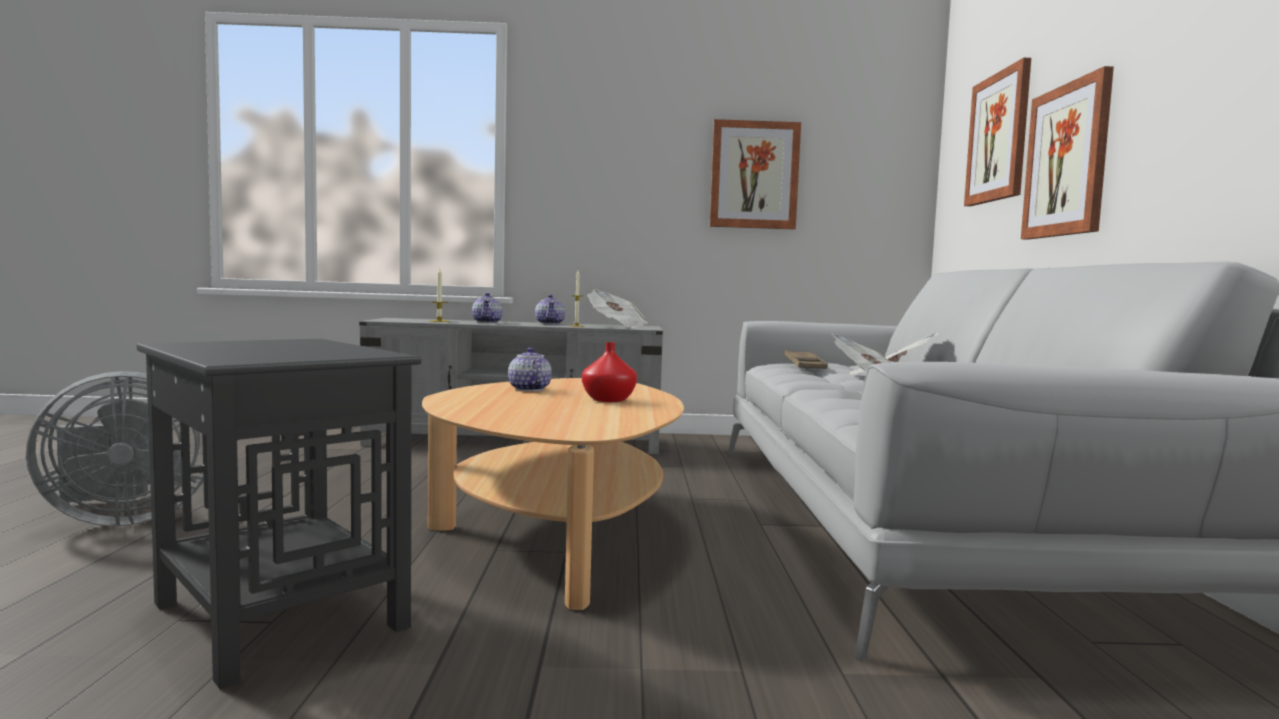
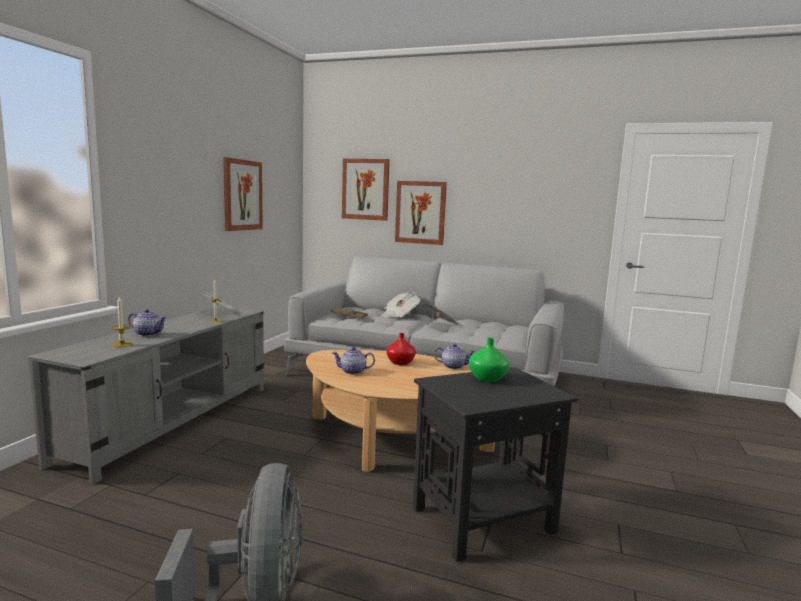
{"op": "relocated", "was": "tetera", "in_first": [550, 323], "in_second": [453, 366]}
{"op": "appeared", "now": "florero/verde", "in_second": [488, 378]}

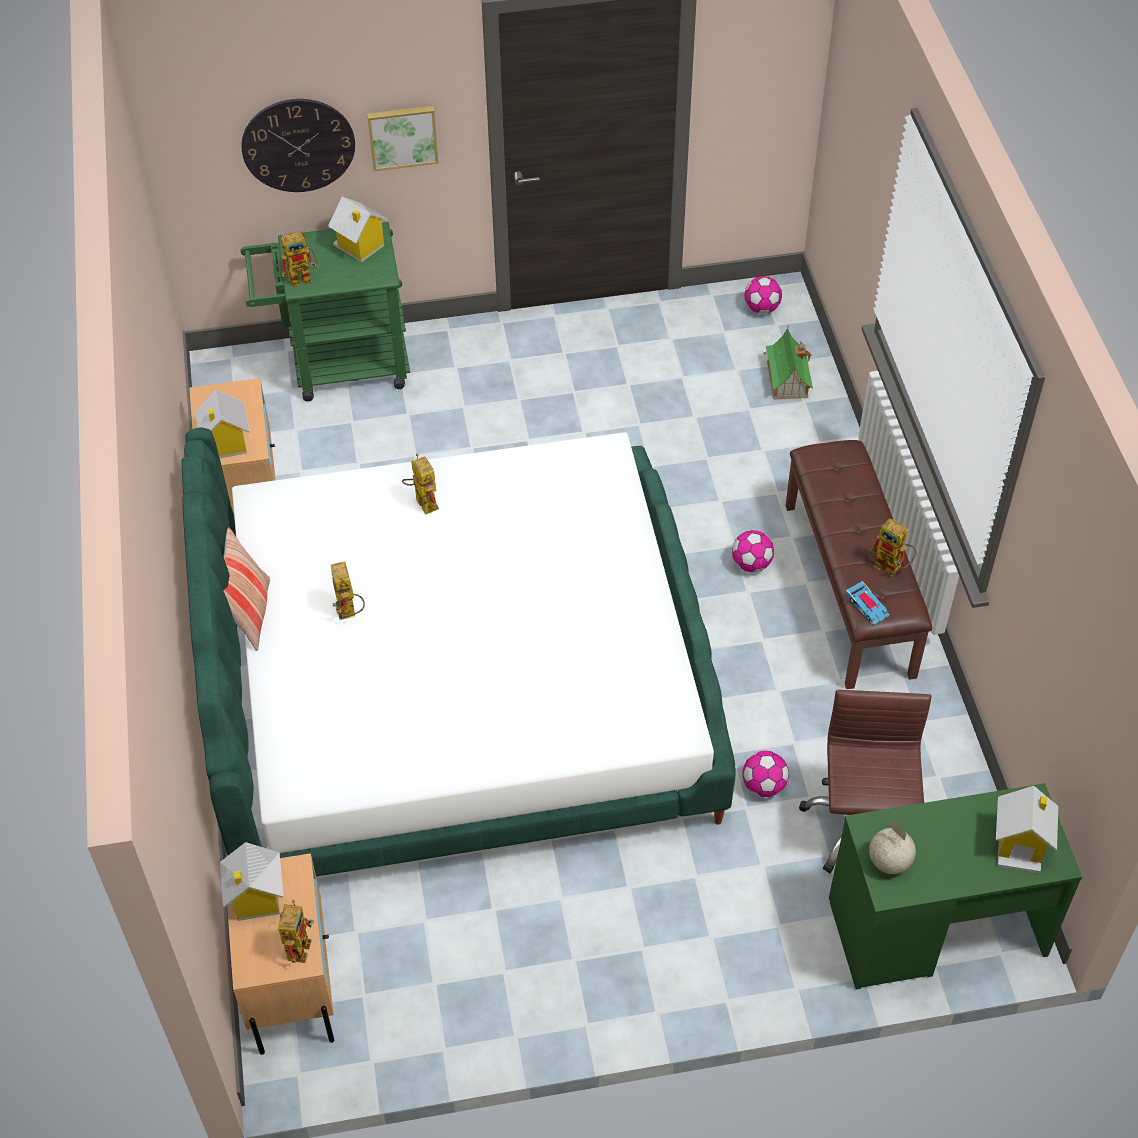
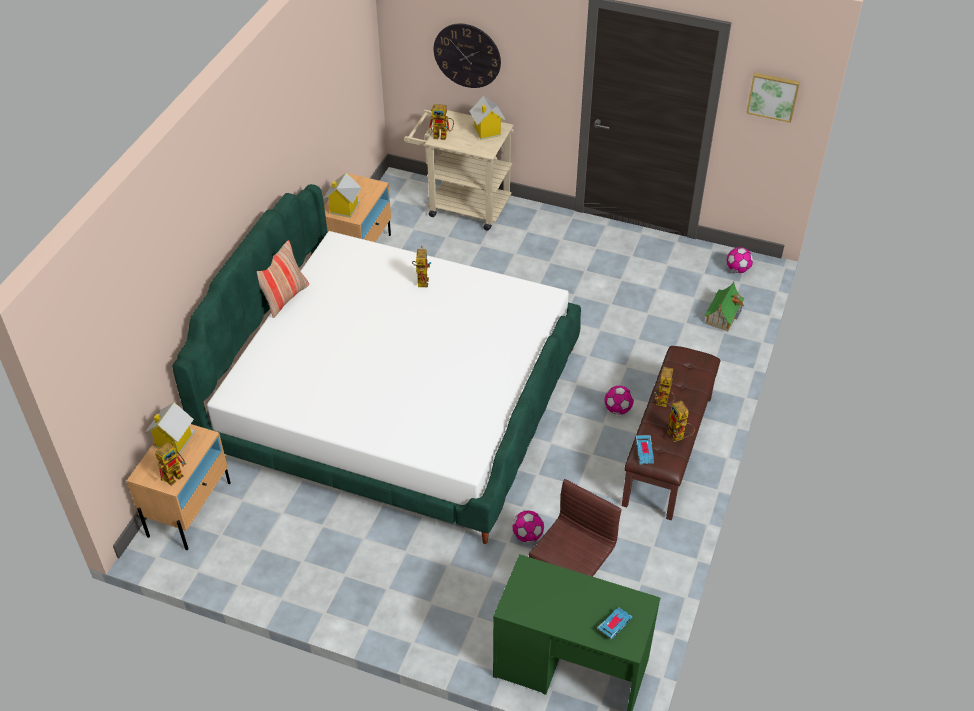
{"op": "colour", "was": "carrito/verde", "now": "carrito/beis", "in_first": [338, 366], "in_second": [461, 205]}
{"op": "exchanged", "was": "casita", "now": "coche de juguete", "in_first": [1020, 845], "in_second": [614, 624]}
{"op": "relocated", "was": "robot de juguete", "in_first": [349, 613], "in_second": [663, 403]}
{"op": "relocated", "was": "cuadro", "in_first": [402, 136], "in_second": [773, 96]}
{"op": "missing", "was": "globo terráqueo", "in_first": [889, 863]}

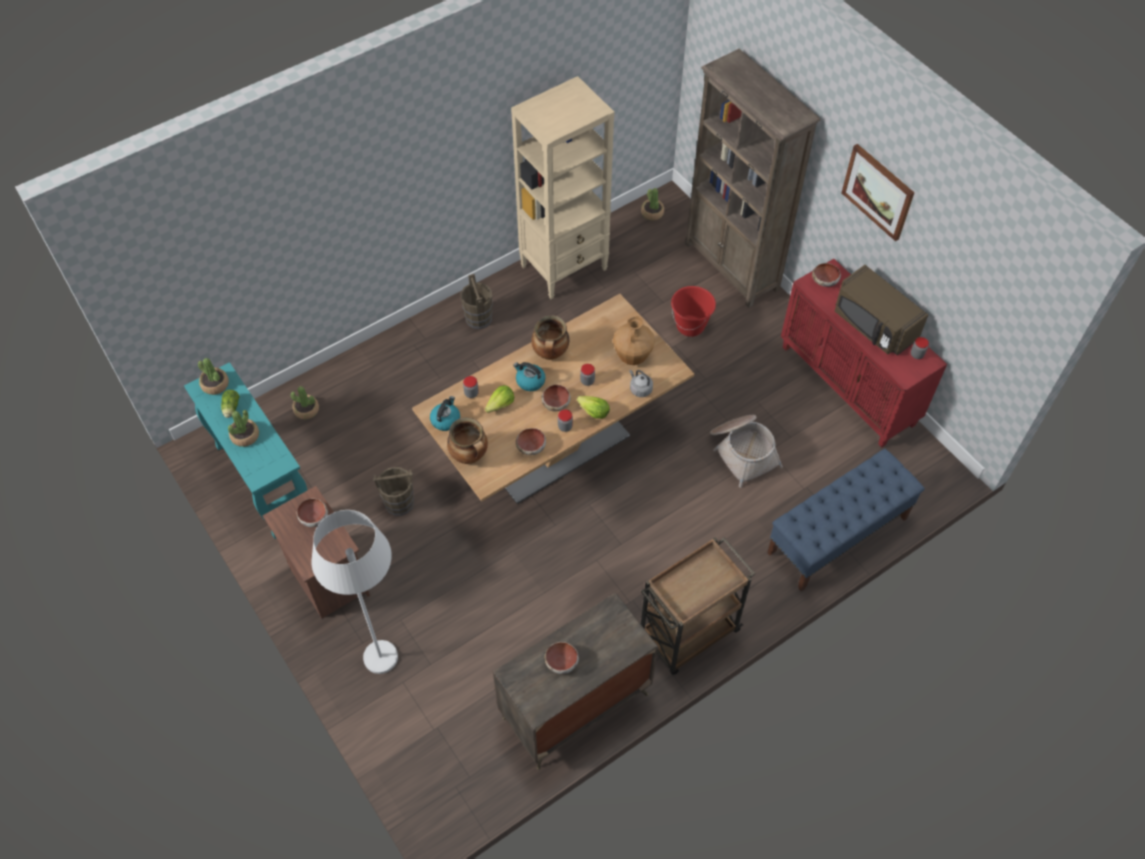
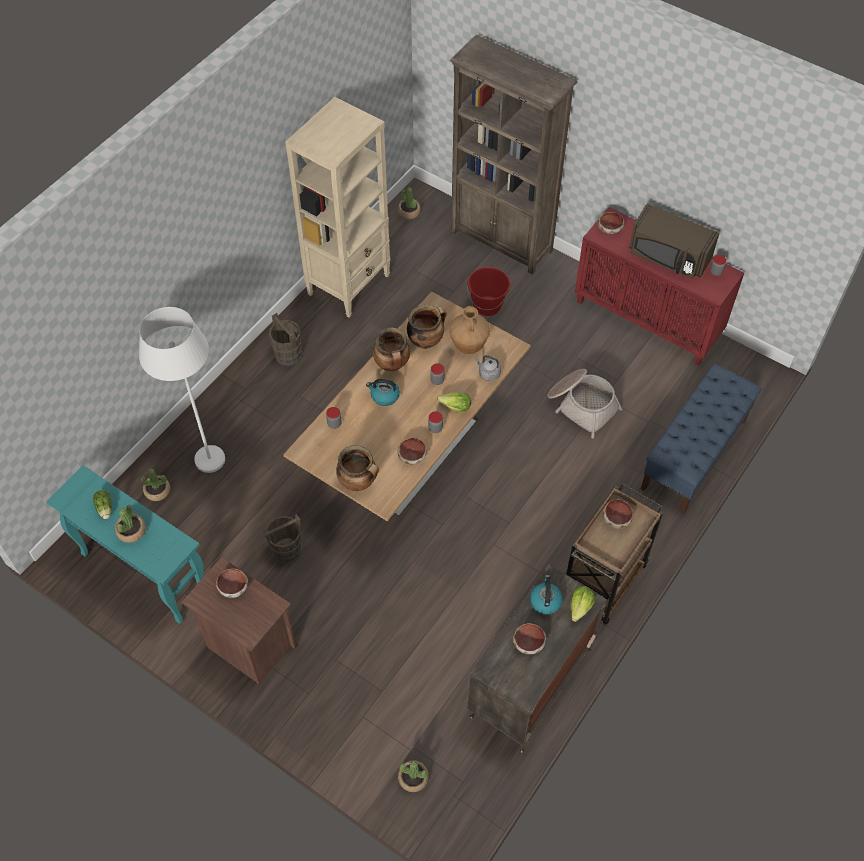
{"op": "relocated", "was": "lámpara de pie/blanco", "in_first": [378, 640], "in_second": [202, 447]}
{"op": "relocated", "was": "planta en maceta", "in_first": [215, 384], "in_second": [413, 778]}
{"op": "appeared", "now": "olla", "in_second": [426, 340]}
{"op": "relocated", "was": "hervidor", "in_first": [445, 420], "in_second": [545, 601]}
{"op": "relocated", "was": "lechuga", "in_first": [500, 405], "in_second": [580, 607]}
{"op": "relocated", "was": "cuenco", "in_first": [556, 403], "in_second": [616, 518]}
{"op": "missing", "was": "cuadro", "in_first": [878, 191]}

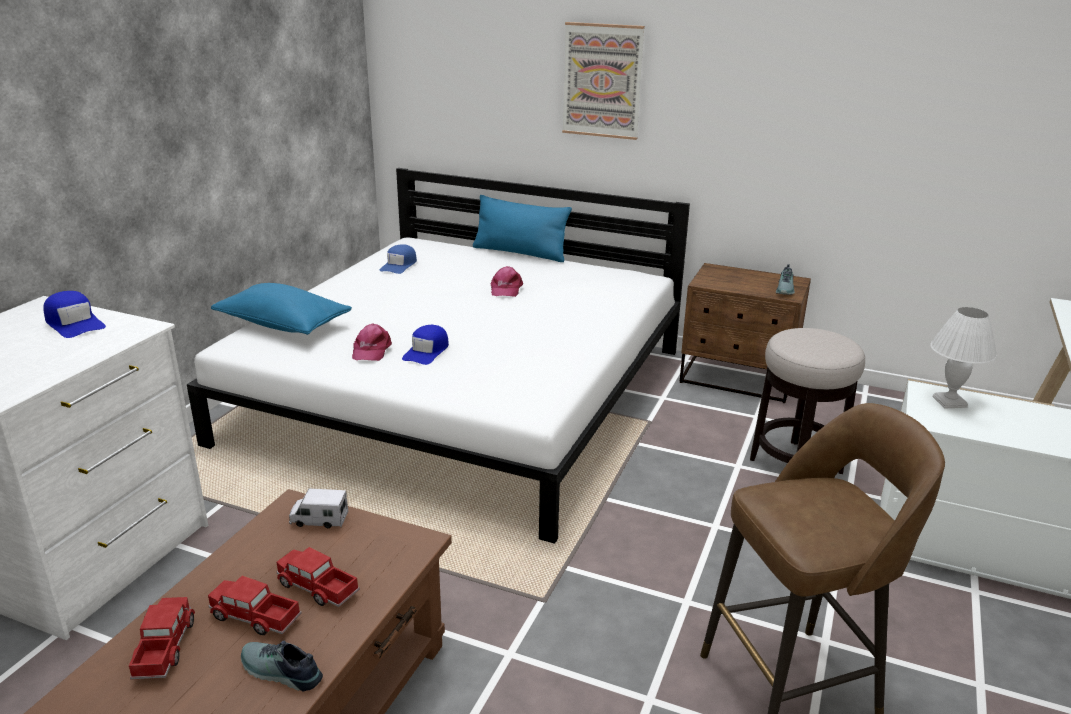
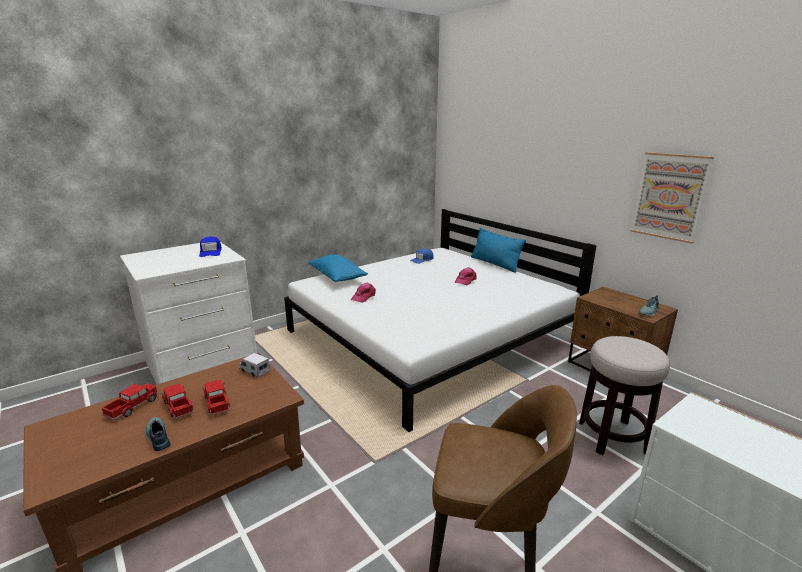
{"op": "relocated", "was": "cuadro", "in_first": [602, 81], "in_second": [669, 196]}
{"op": "missing", "was": "gorra/azul", "in_first": [427, 351]}
{"op": "missing", "was": "lámpara de mesa/blanco", "in_first": [949, 402]}

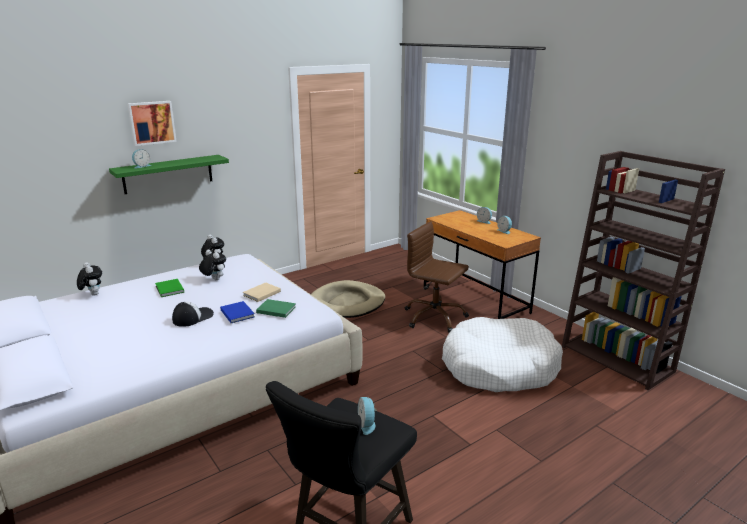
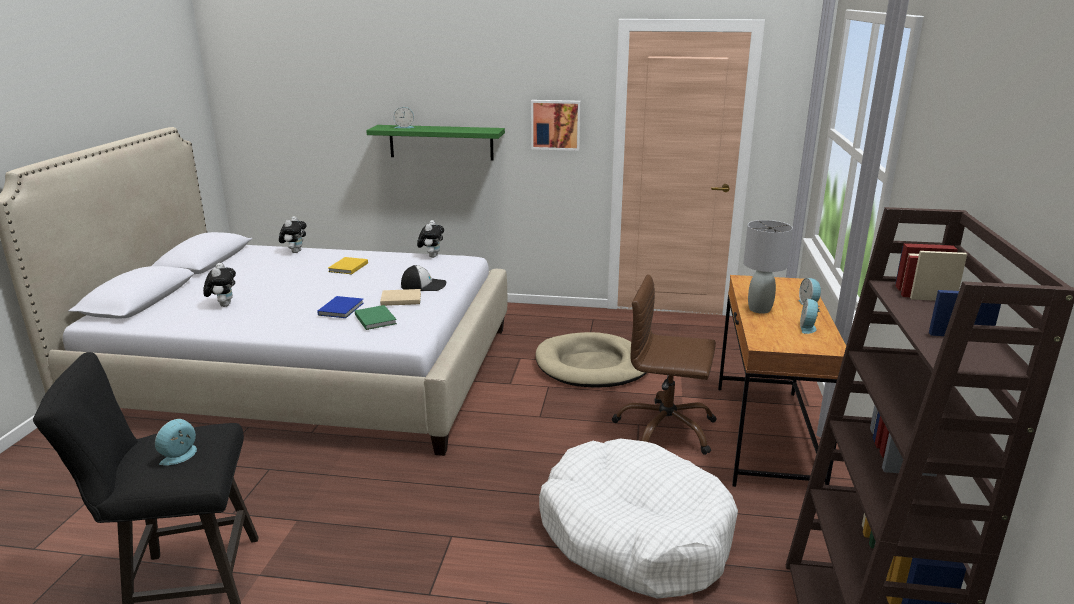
{"op": "relocated", "was": "peluche", "in_first": [214, 279], "in_second": [223, 305]}
{"op": "colour", "was": "libro/verde", "now": "libro/amarillo", "in_first": [169, 289], "in_second": [347, 267]}
{"op": "relocated", "was": "gorra", "in_first": [193, 317], "in_second": [424, 285]}
{"op": "relocated", "was": "cuadro", "in_first": [151, 122], "in_second": [556, 124]}
{"op": "spun", "was": "silla de oficina/marrón", "in_first": [434, 317], "in_second": [665, 430], "clockwise": -60}
{"op": "appeared", "now": "lámpara de mesa/gris", "in_second": [759, 309]}

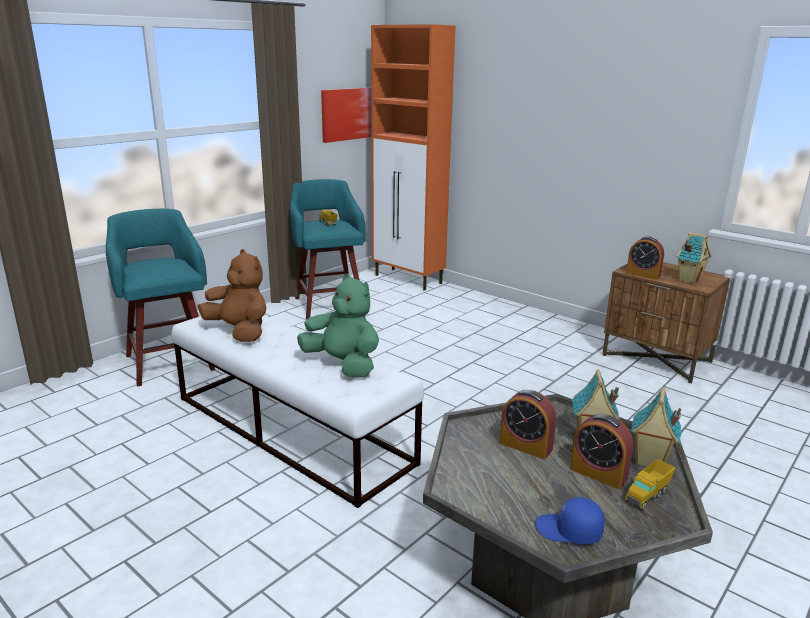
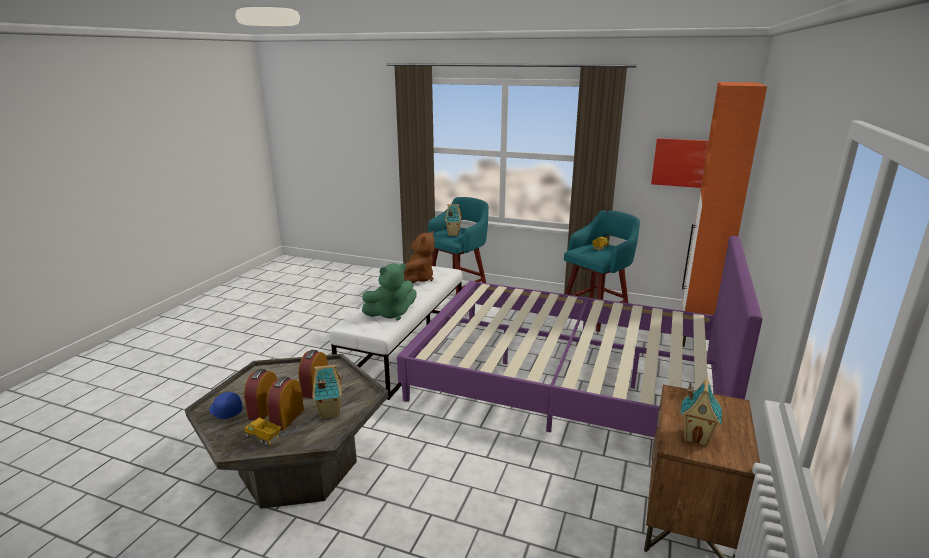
{"op": "spun", "was": "gorra/azul", "in_first": [568, 531], "in_second": [225, 411], "clockwise": -45}
{"op": "relocated", "was": "despertador", "in_first": [643, 274], "in_second": [264, 409]}
{"op": "spun", "was": "peluche/verde", "in_first": [343, 365], "in_second": [391, 314], "clockwise": 45}
{"op": "appeared", "now": "cama/morado", "in_second": [568, 379]}
{"op": "relocated", "was": "casita", "in_first": [649, 461], "in_second": [453, 234]}

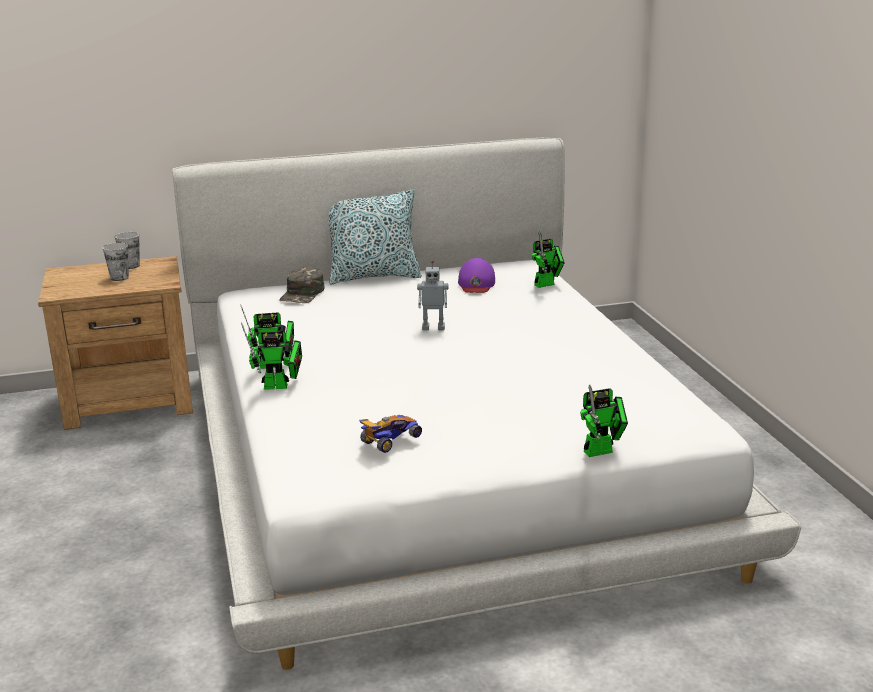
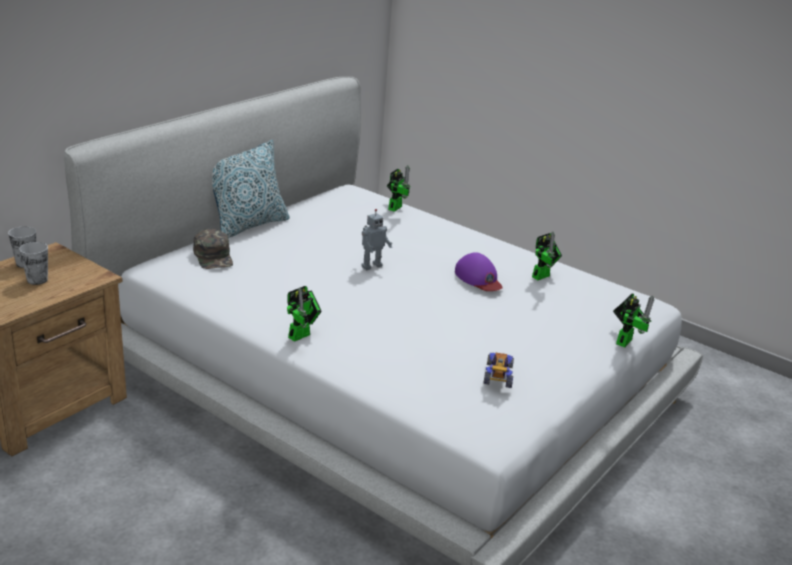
{"op": "relocated", "was": "gorra/morado", "in_first": [476, 284], "in_second": [478, 278]}
{"op": "relocated", "was": "robot de juguete", "in_first": [279, 386], "in_second": [542, 275]}

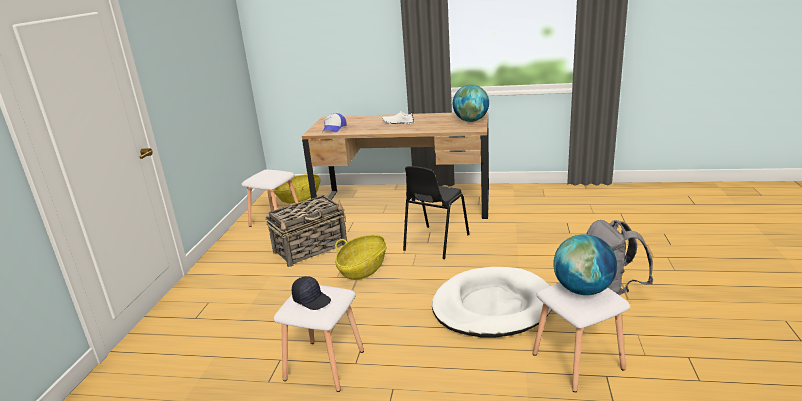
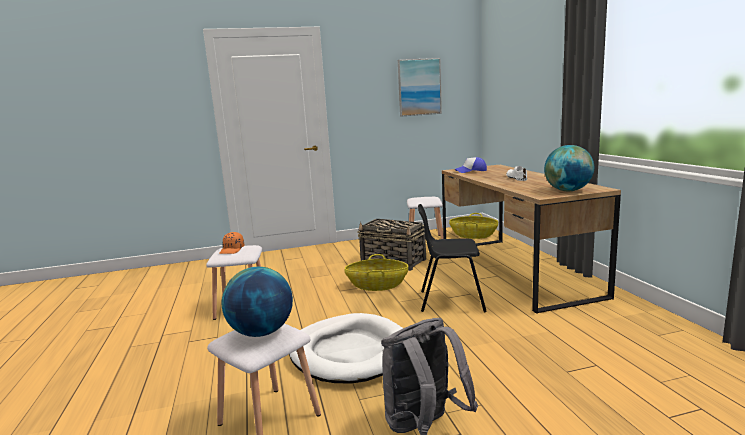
{"op": "colour", "was": "gorra/negro", "now": "gorra/naranja", "in_first": [312, 300], "in_second": [232, 250]}
{"op": "appeared", "now": "cuadro", "in_second": [419, 87]}

